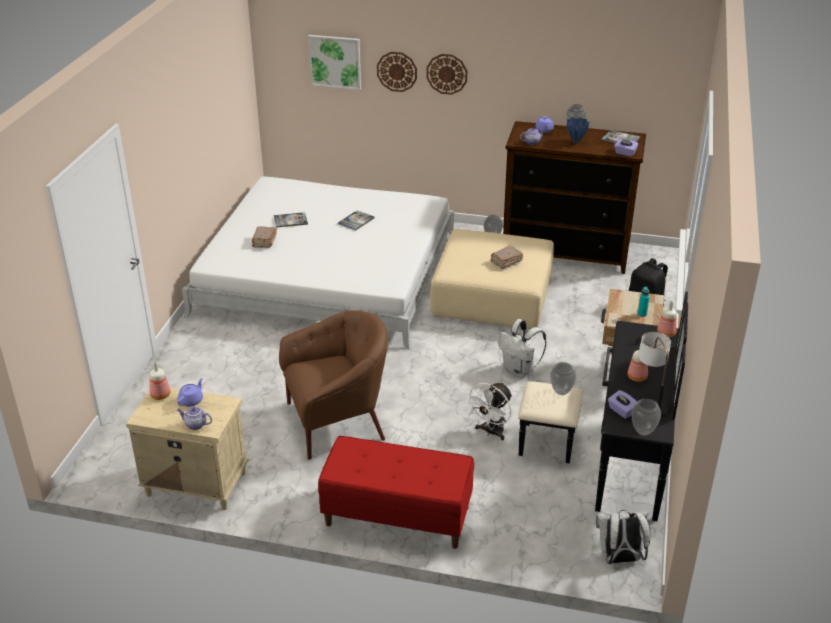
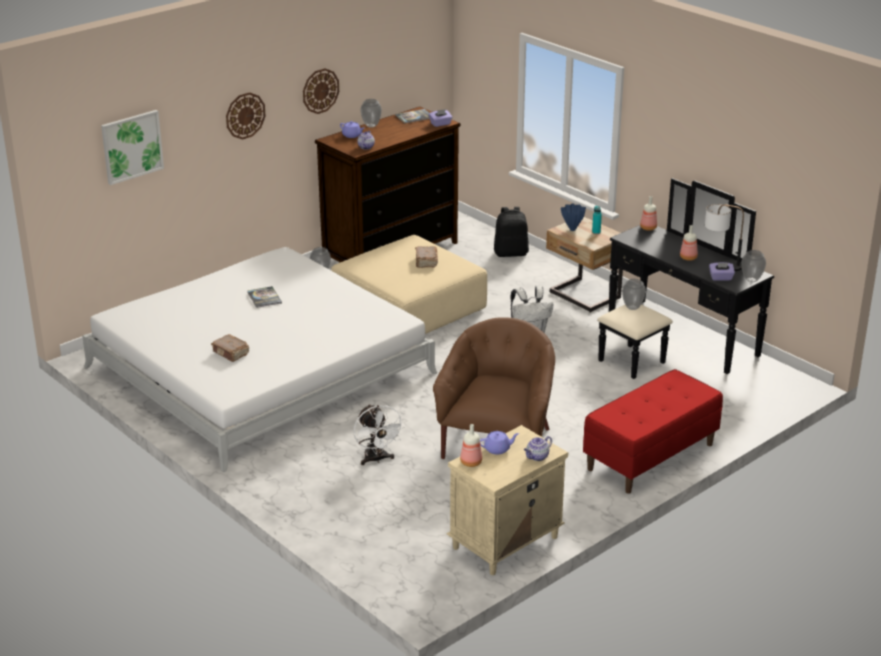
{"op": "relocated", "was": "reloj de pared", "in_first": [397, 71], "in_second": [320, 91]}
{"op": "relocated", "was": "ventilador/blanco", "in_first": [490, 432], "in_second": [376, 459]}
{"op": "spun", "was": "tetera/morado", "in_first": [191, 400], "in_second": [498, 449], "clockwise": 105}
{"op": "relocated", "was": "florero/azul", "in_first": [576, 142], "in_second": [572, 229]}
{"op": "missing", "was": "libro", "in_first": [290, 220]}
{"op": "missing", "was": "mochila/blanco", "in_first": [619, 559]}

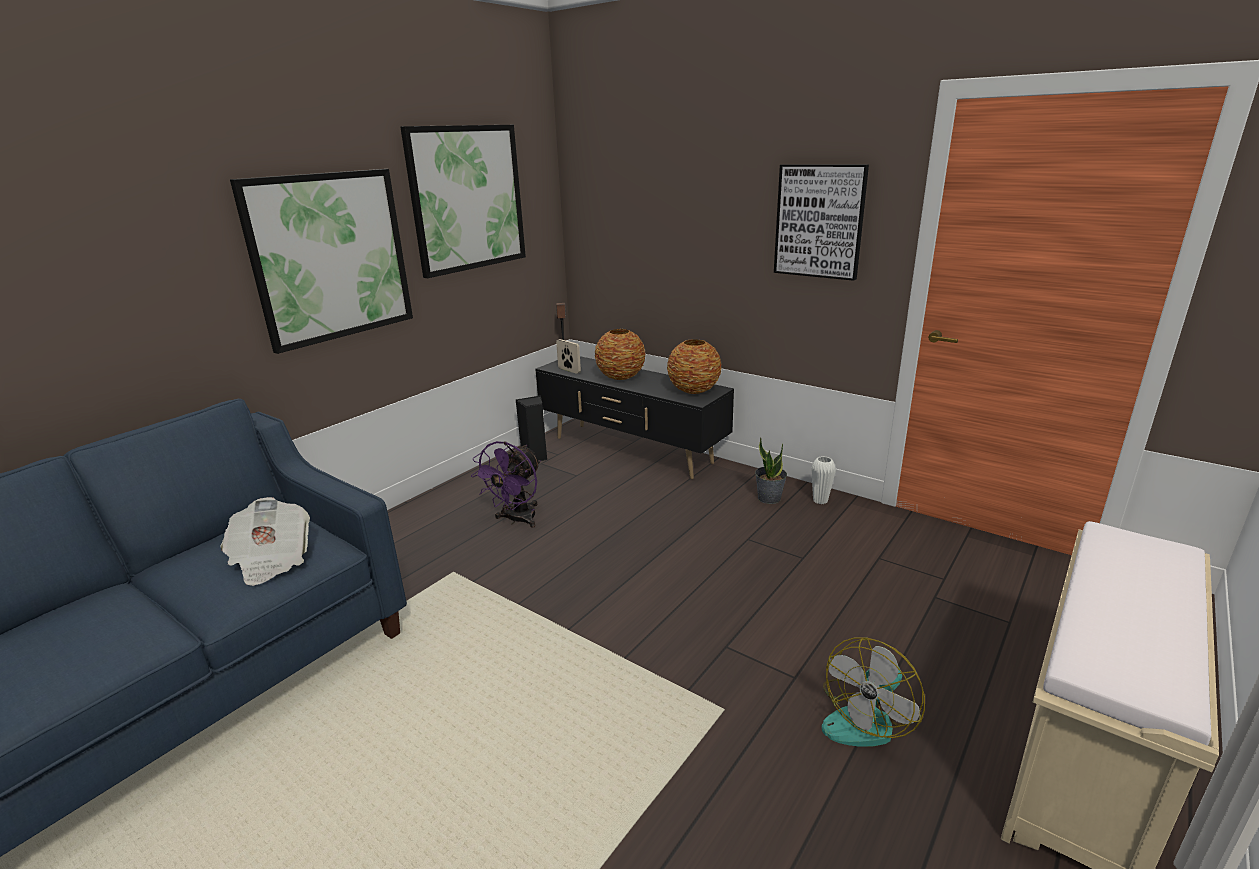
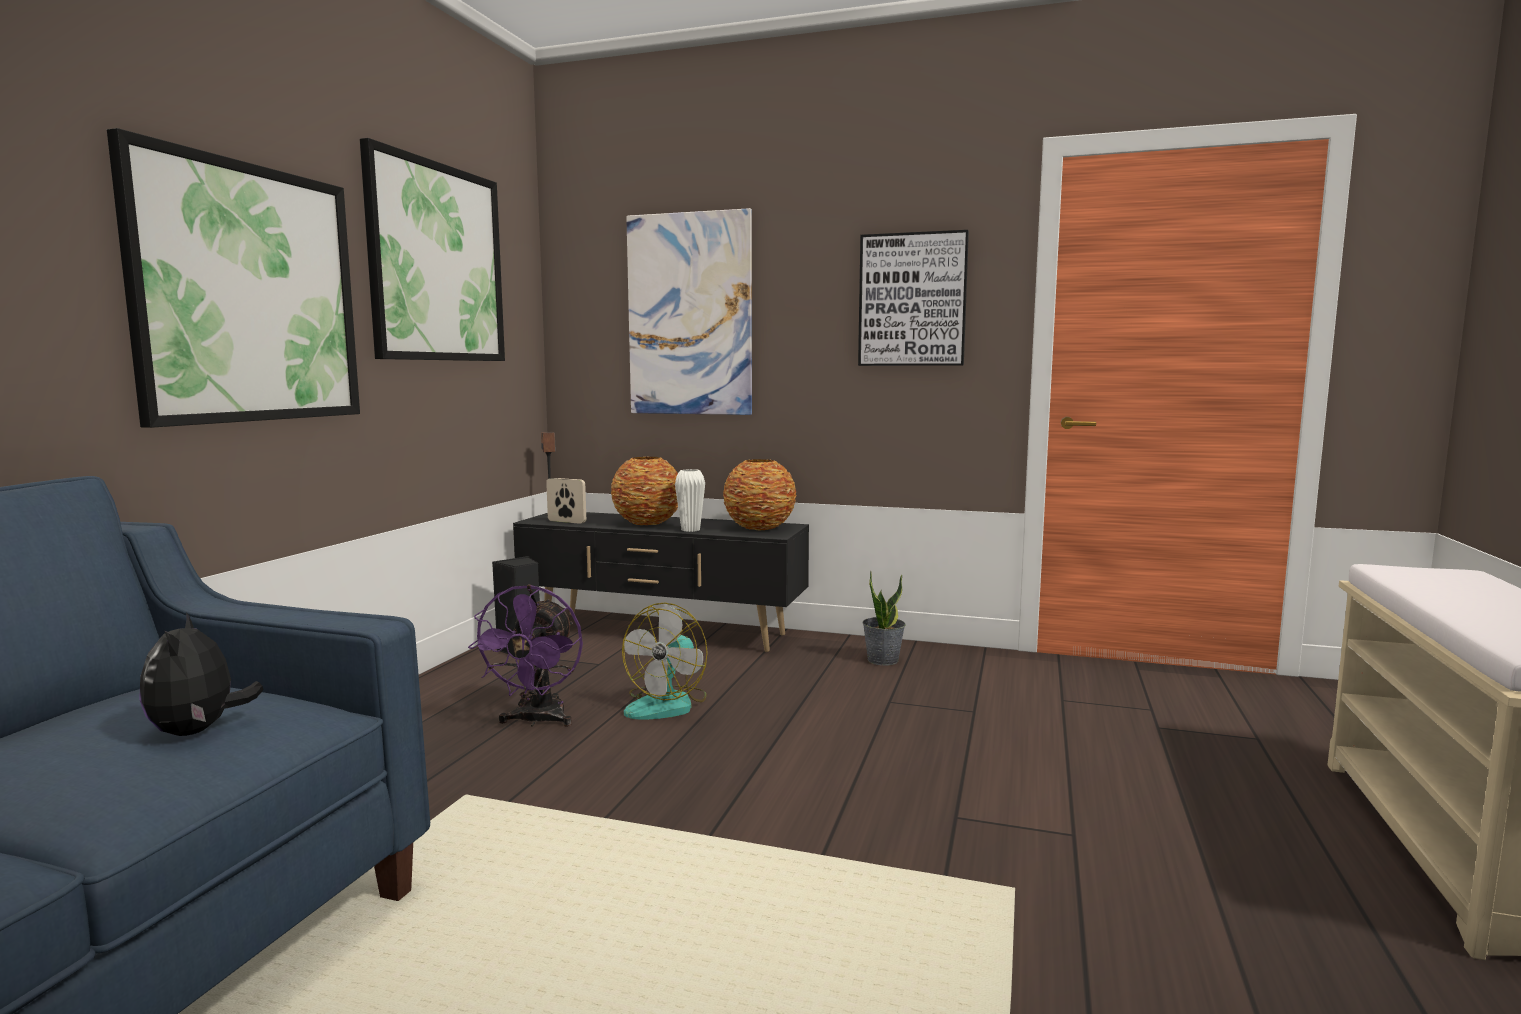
{"op": "exchanged", "was": "periódico", "now": "peluche", "in_first": [271, 559], "in_second": [198, 731]}
{"op": "relocated", "was": "ventilador", "in_first": [866, 718], "in_second": [668, 704]}
{"op": "appeared", "now": "cuadro", "in_second": [689, 315]}
{"op": "relocated", "was": "florero/blanco", "in_first": [820, 500], "in_second": [690, 530]}

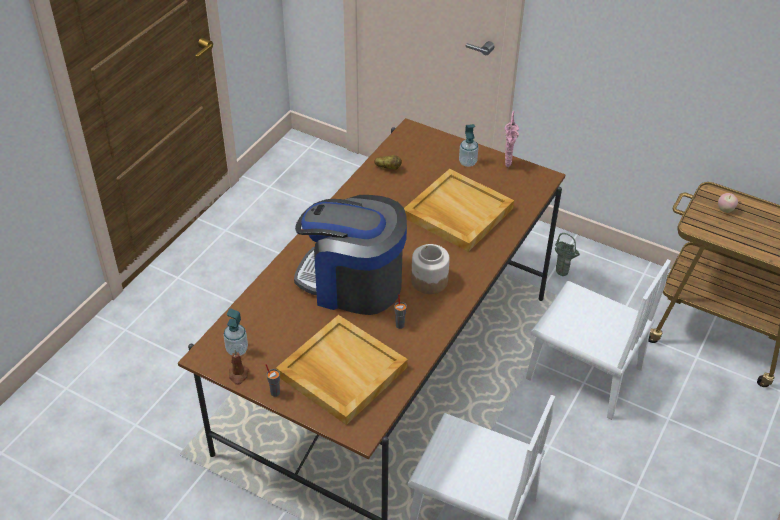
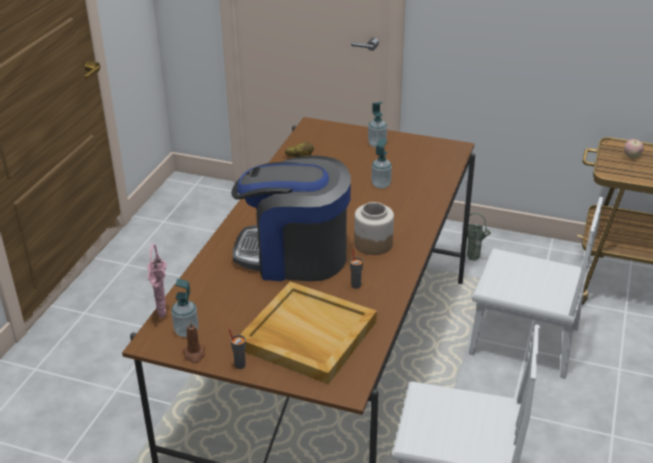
{"op": "relocated", "was": "florero/rosa", "in_first": [507, 166], "in_second": [162, 316]}
{"op": "exchanged", "was": "bandeja/beis", "now": "dispensador de jabón", "in_first": [457, 213], "in_second": [381, 184]}

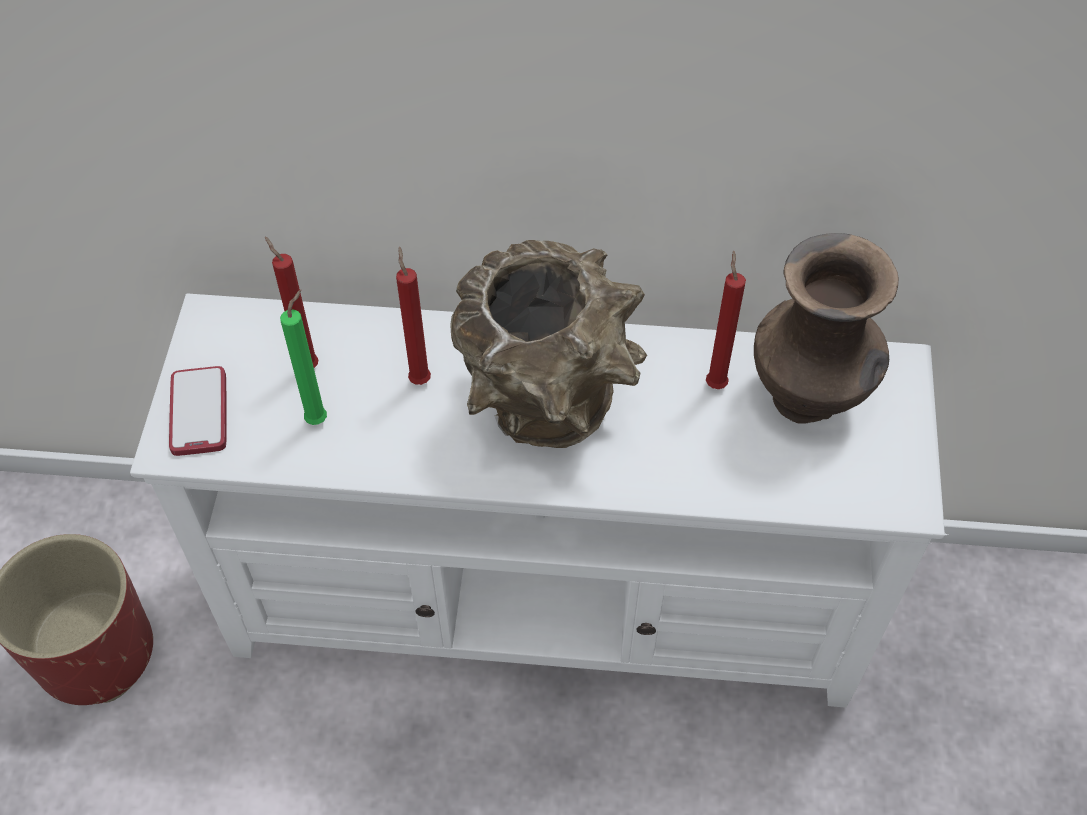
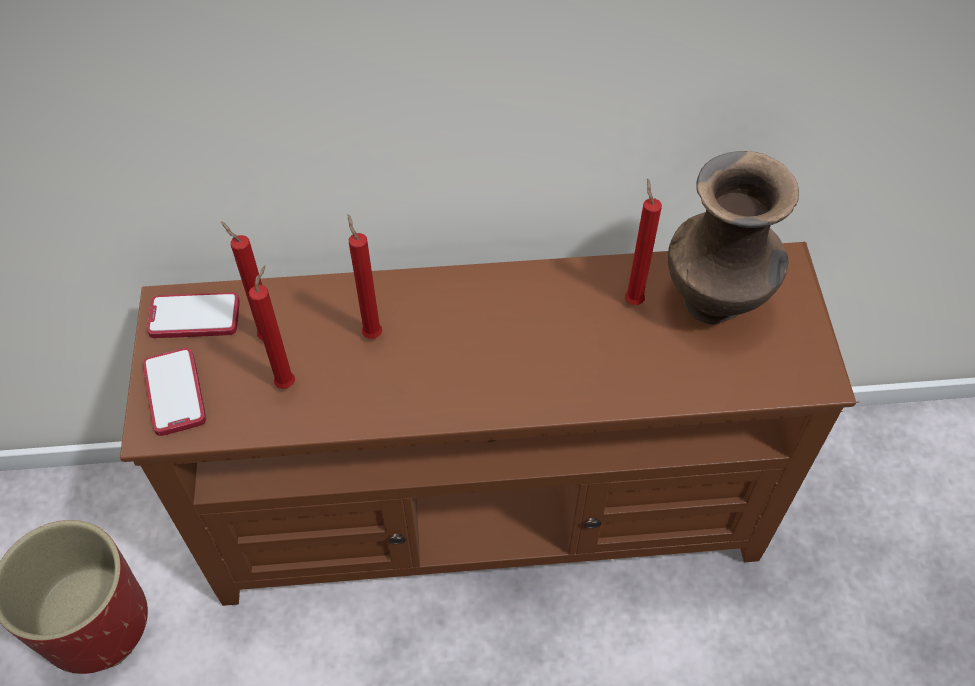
{"op": "colour", "was": "mueble de televisión/blanco", "now": "mueble de televisión/marrón", "in_first": [544, 602], "in_second": [487, 512]}
{"op": "appeared", "now": "móvil", "in_second": [194, 317]}
{"op": "colour", "was": "vela/verde", "now": "vela/rojo", "in_first": [319, 418], "in_second": [288, 382]}
{"op": "missing", "was": "florero/marrón", "in_first": [547, 416]}

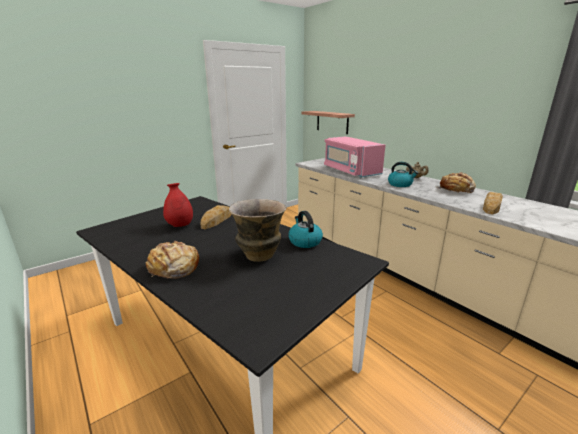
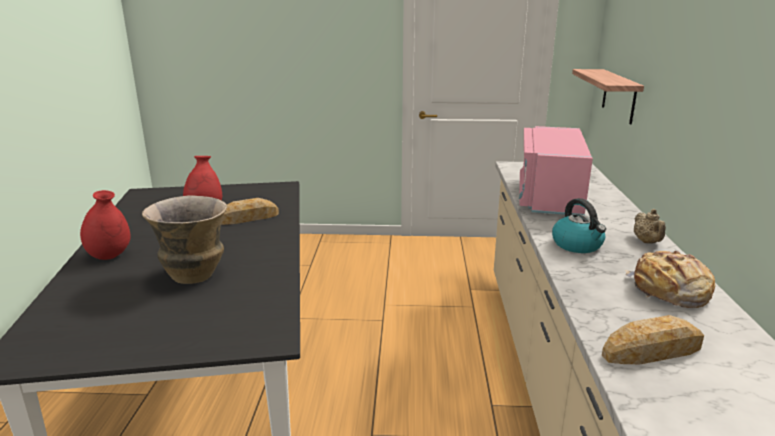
{"op": "exchanged", "was": "pan", "now": "florero/rojo", "in_first": [173, 268], "in_second": [110, 256]}
{"op": "missing", "was": "hervidor", "in_first": [304, 241]}

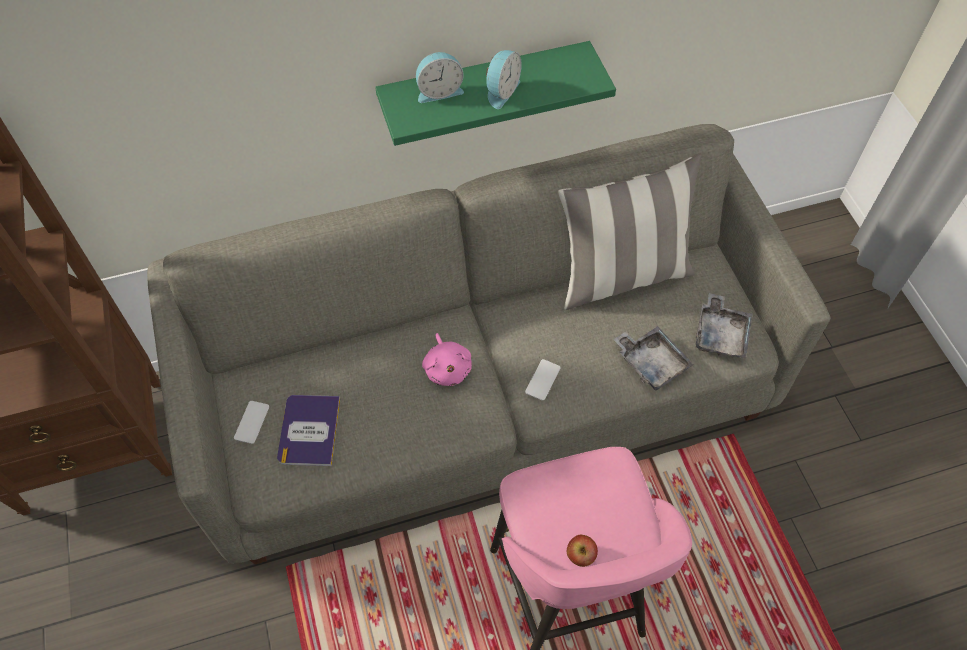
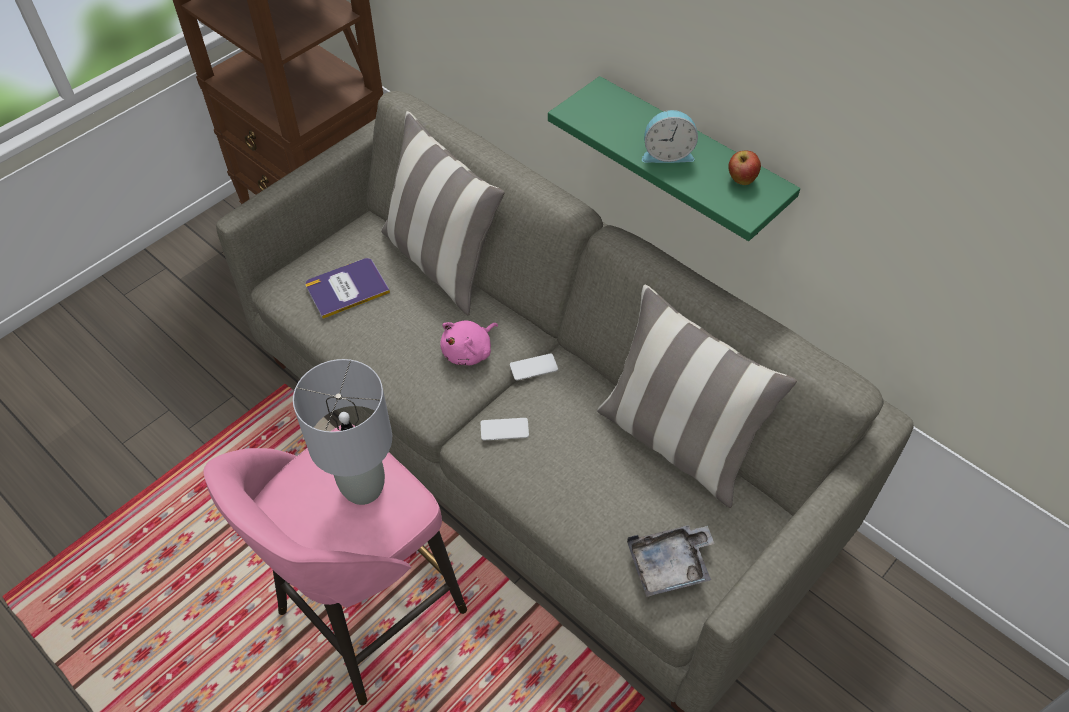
{"op": "appeared", "now": "lámpara de mesa/gris", "in_second": [364, 487]}
{"op": "appeared", "now": "cojín", "in_second": [442, 262]}
{"op": "relocated", "was": "móvil", "in_first": [252, 422], "in_second": [533, 367]}
{"op": "relocated", "was": "manzana", "in_first": [580, 556], "in_second": [741, 180]}
{"op": "missing", "was": "despertador", "in_first": [439, 91]}
{"op": "missing", "was": "bandeja/gris", "in_first": [651, 362]}

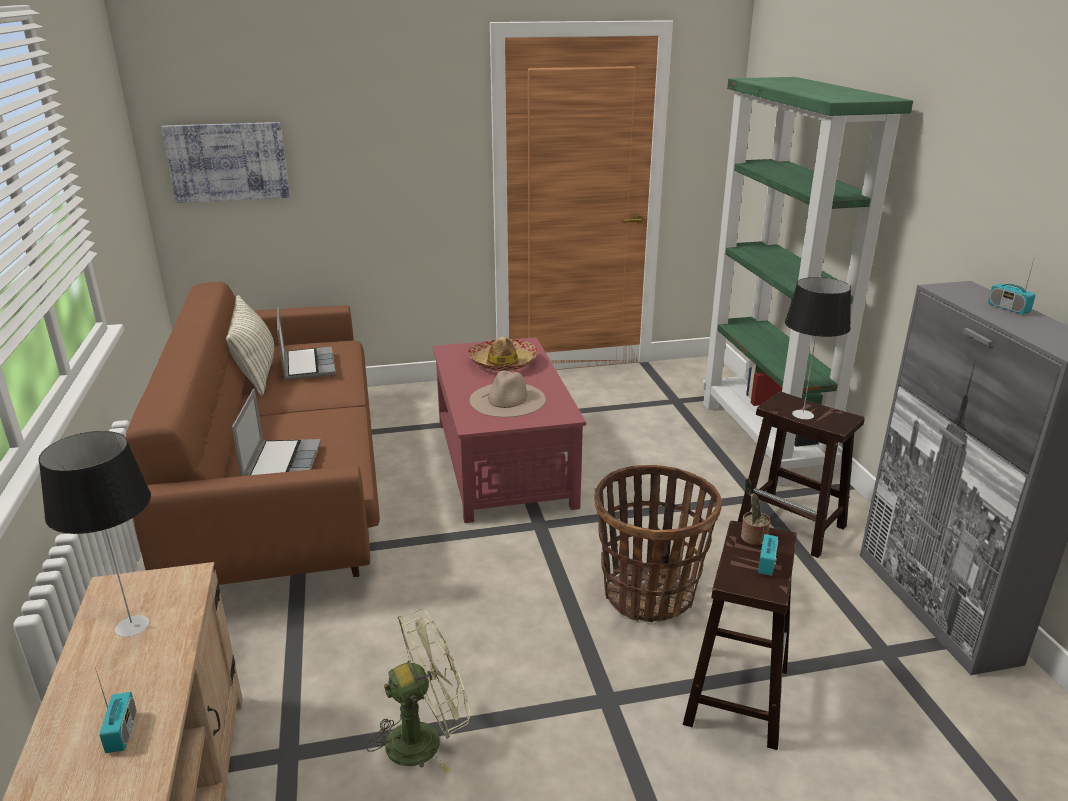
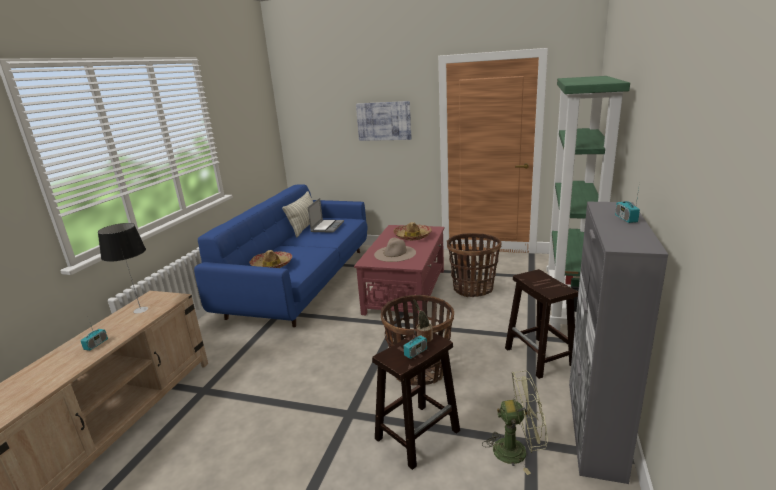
{"op": "colour", "was": "sofá/marrón", "now": "sofá/azul", "in_first": [285, 482], "in_second": [302, 281]}
{"op": "exchanged", "was": "portátil", "now": "sombrero", "in_first": [281, 464], "in_second": [272, 265]}
{"op": "relocated", "was": "cuadro", "in_first": [228, 162], "in_second": [384, 121]}
{"op": "appeared", "now": "cesta", "in_second": [473, 289]}
{"op": "relocated", "was": "ventilador/verde", "in_first": [424, 738], "in_second": [517, 450]}
{"op": "missing", "was": "lámpara de mesa", "in_first": [803, 415]}

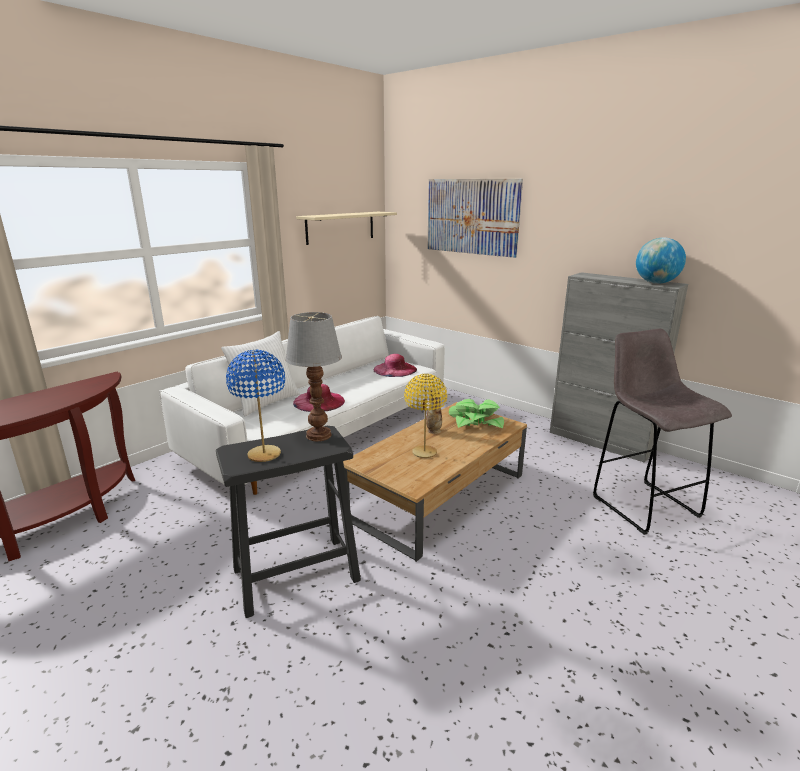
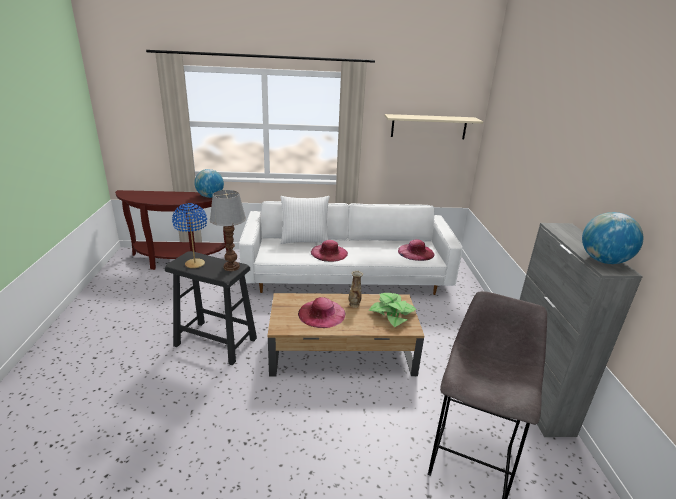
{"op": "appeared", "now": "globo terráqueo", "in_second": [210, 196]}
{"op": "exchanged", "was": "lámpara de mesa/amarillo", "now": "sombrero/rosa", "in_first": [424, 452], "in_second": [322, 313]}
{"op": "missing", "was": "cuadro", "in_first": [472, 216]}

